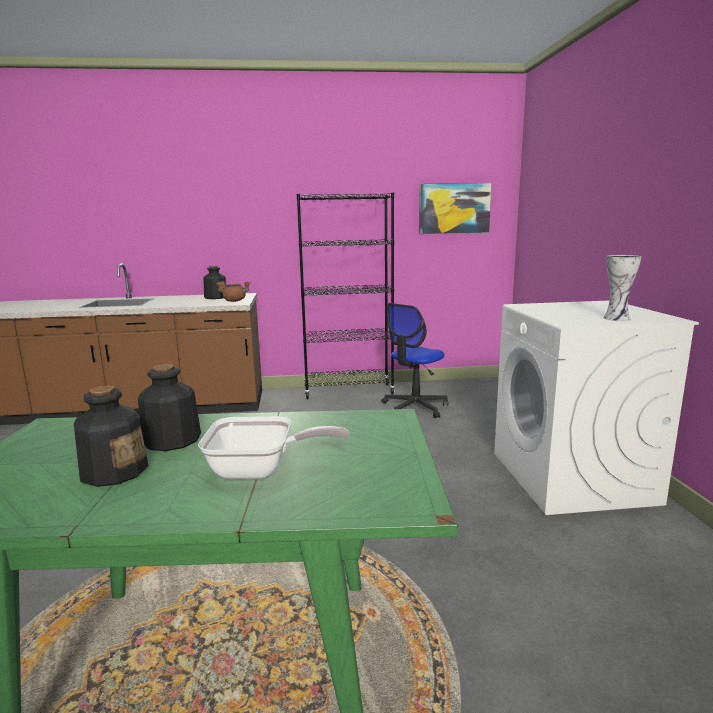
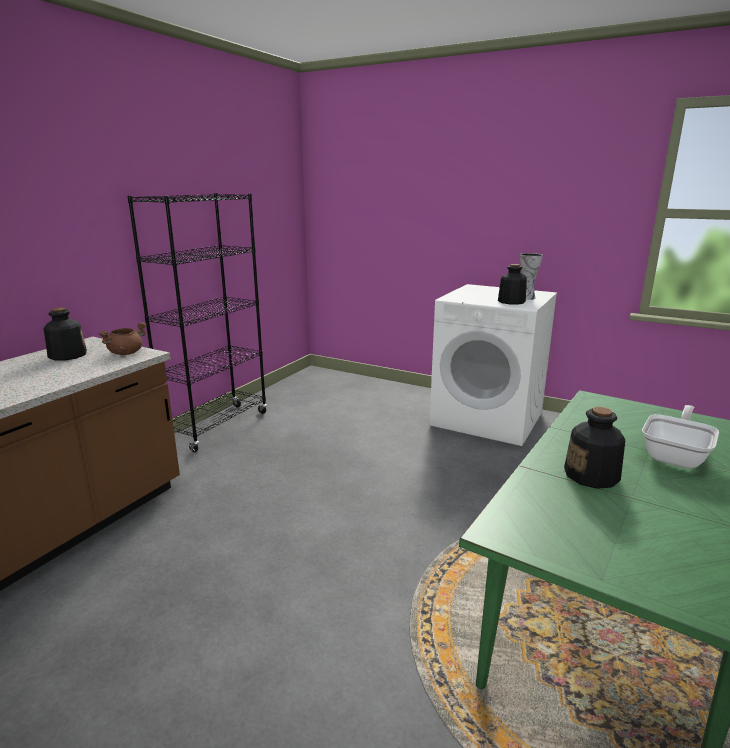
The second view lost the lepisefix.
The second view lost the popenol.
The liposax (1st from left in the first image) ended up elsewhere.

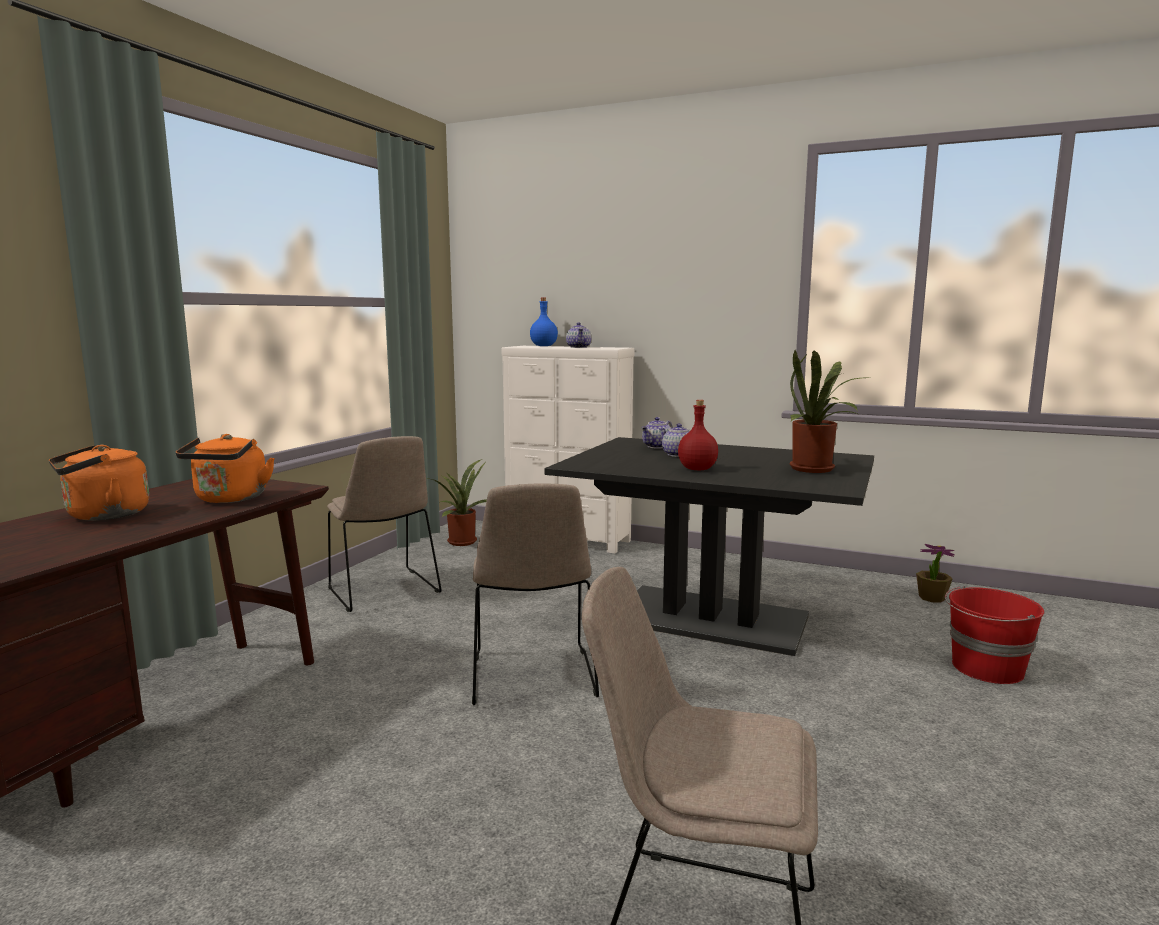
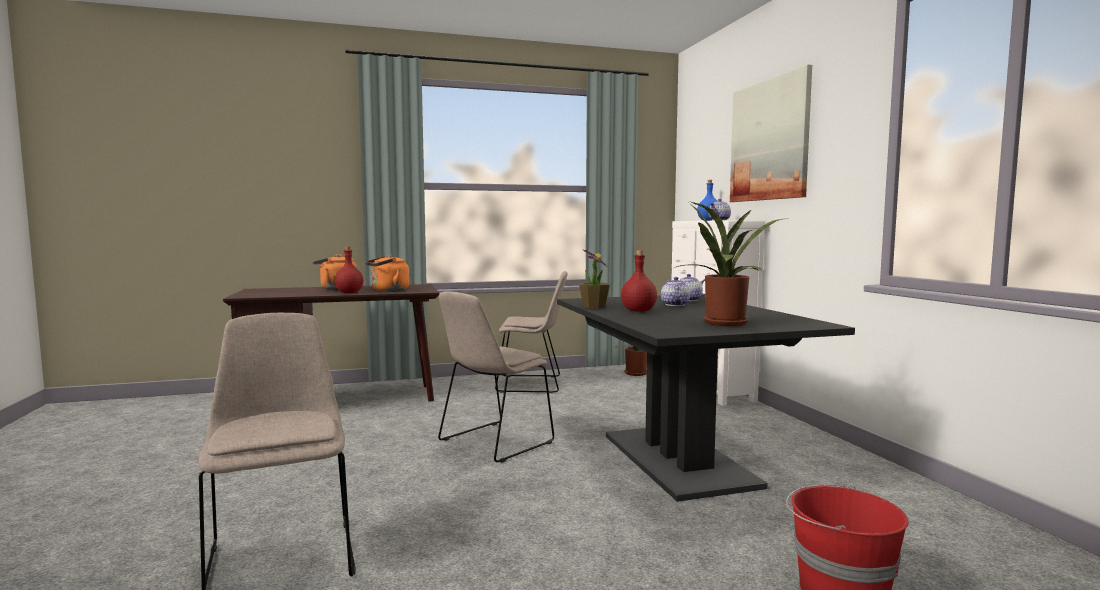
The second view gained the red liposax (1st from left).
The second view gained the popenol.
The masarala (3rd from left in the first image) ended up elsewhere.
The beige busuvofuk (1st from left in the first image) ended up facing another way, 105 degrees counterclockwise from before.

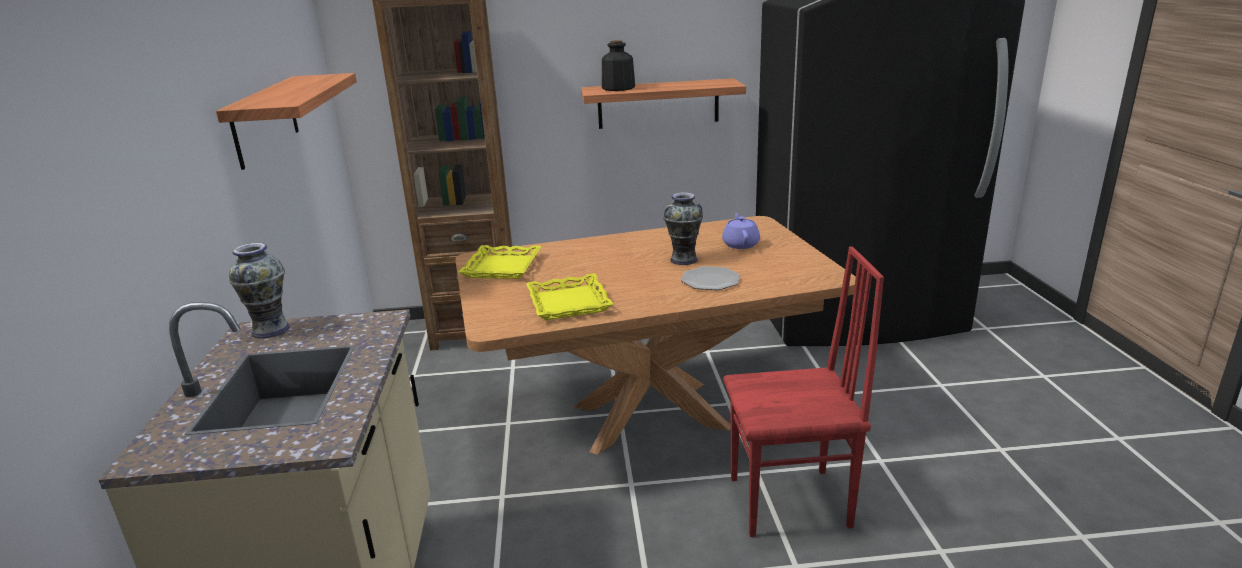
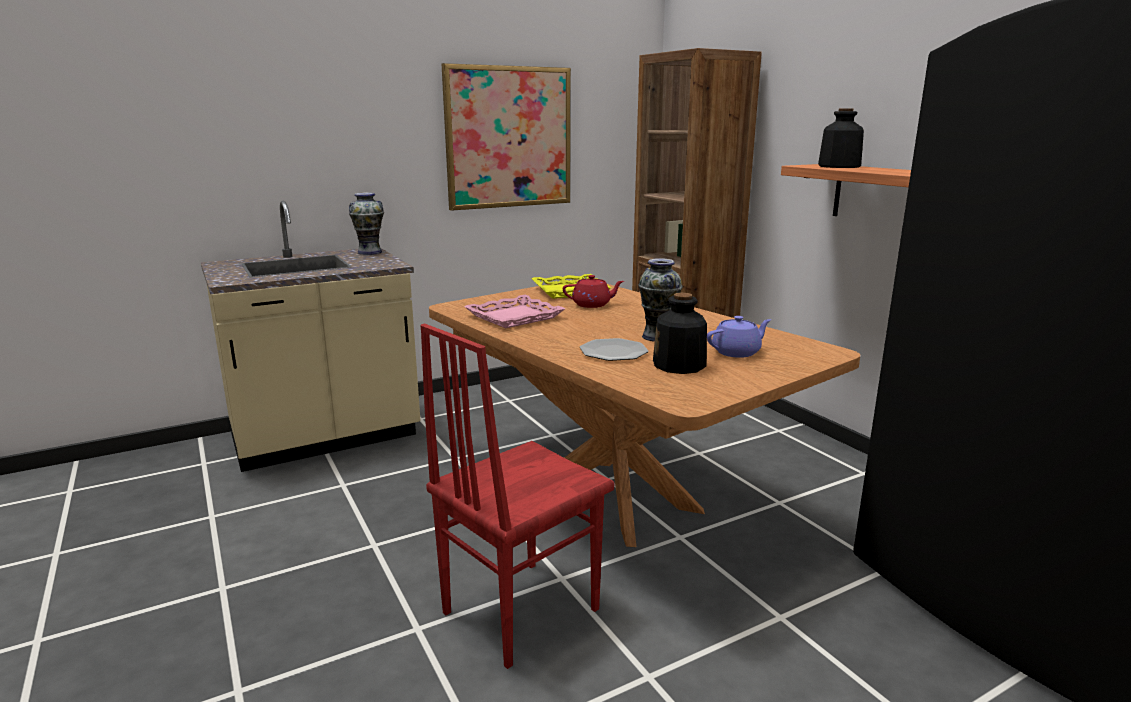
The second view gained the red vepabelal.
The second view gained the liposax (1st from left).
Where the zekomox (1st from left) hung, the popenol came to hang.
What was the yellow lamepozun (2nd from left) turned into the pink lamepozun.
The red busuvofuk ended up facing another way, 75 degrees clockwise from before.

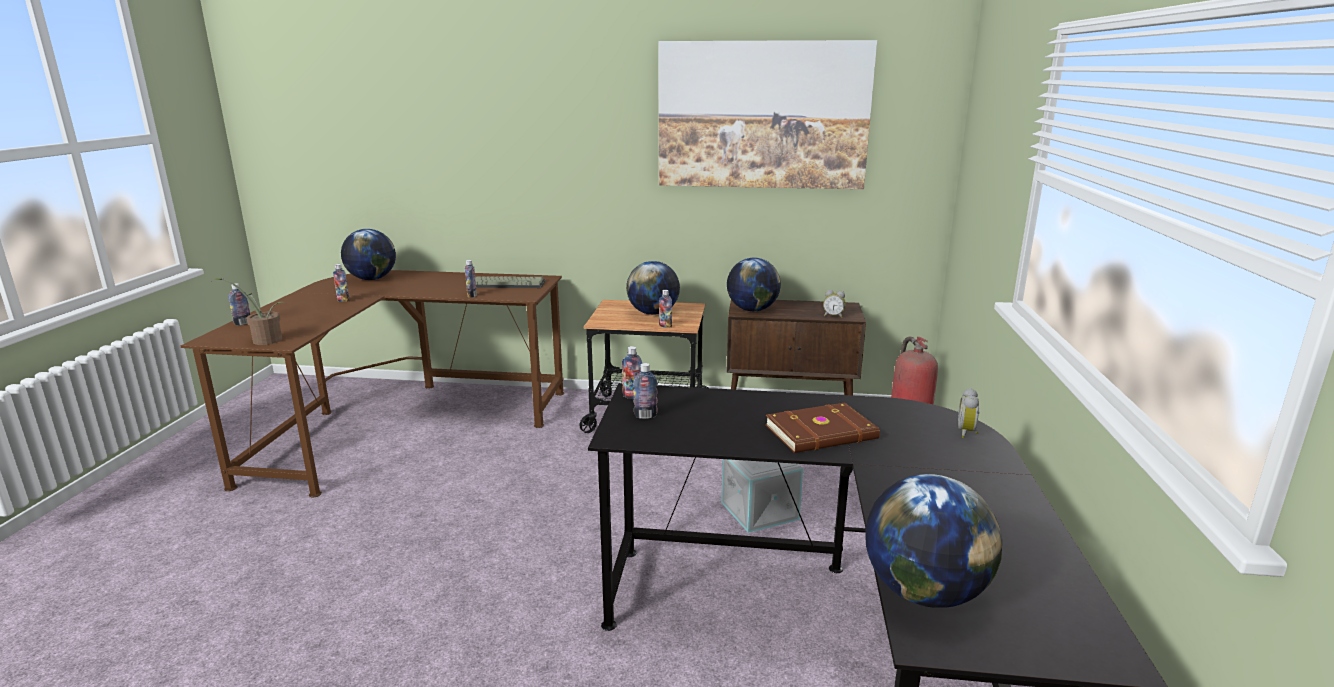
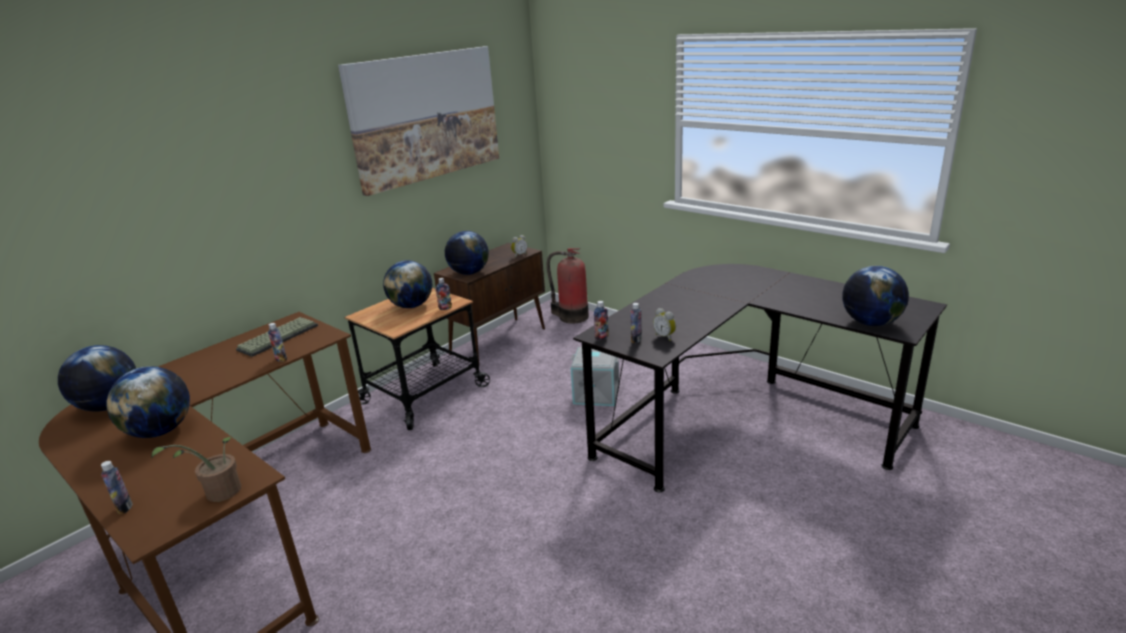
The second view lost the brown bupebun.
The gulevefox (2nd from left) ended up elsewhere.
Where the liposax (2nd from left) stood, the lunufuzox (2nd from left) came to stand.

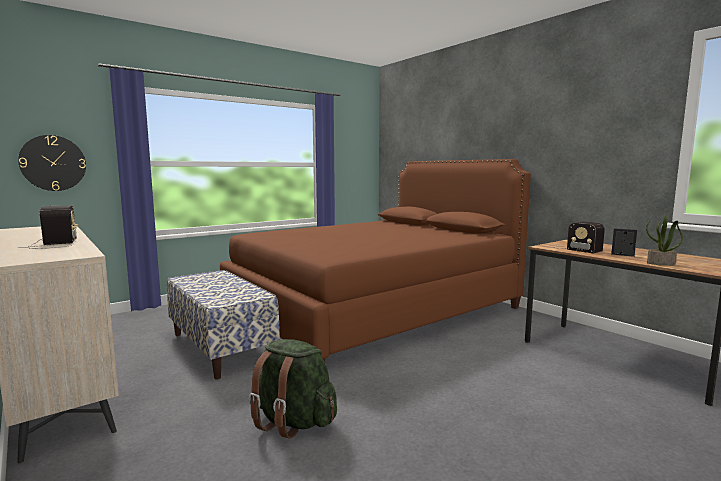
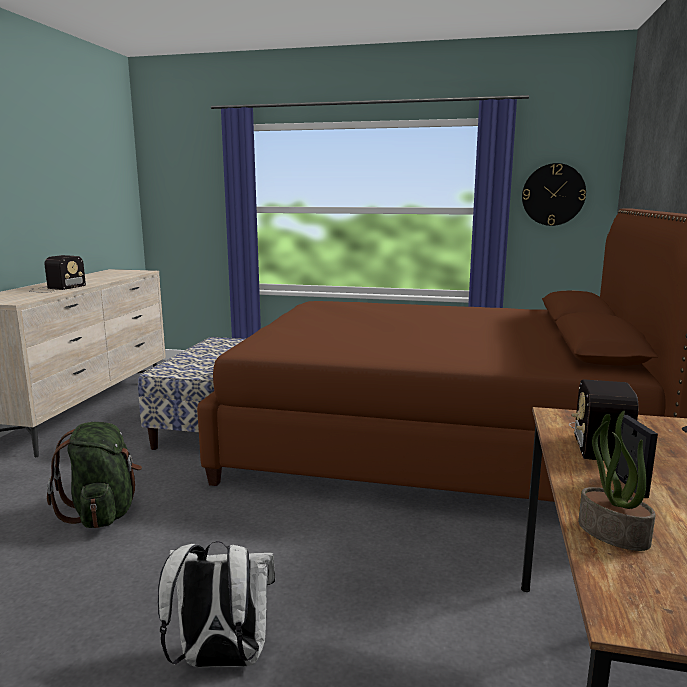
The second view gained the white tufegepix.
The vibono ended up elsewhere.

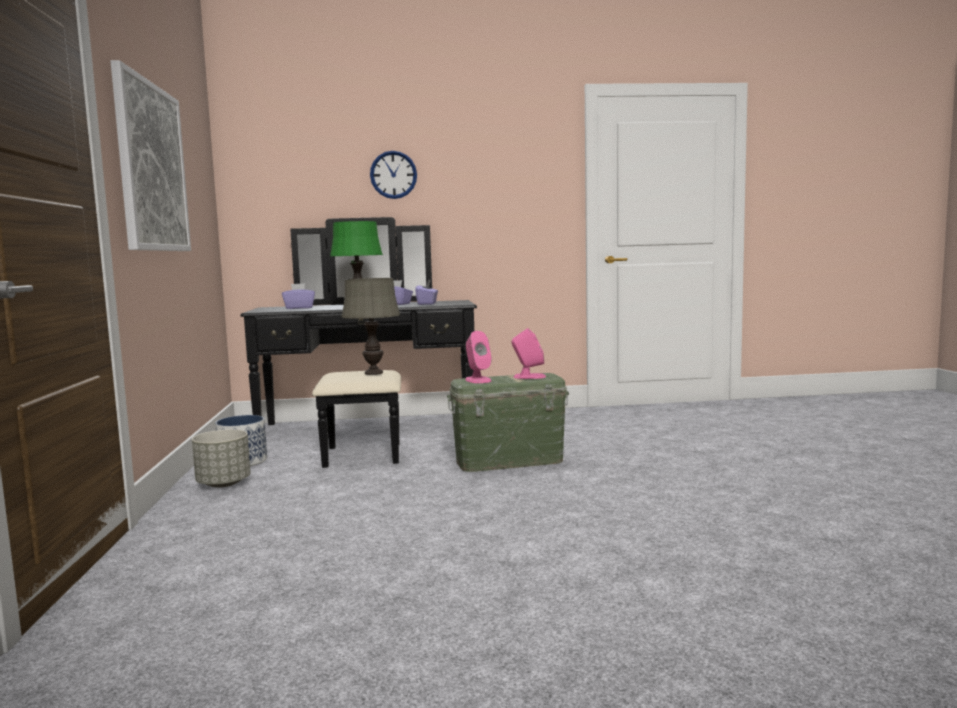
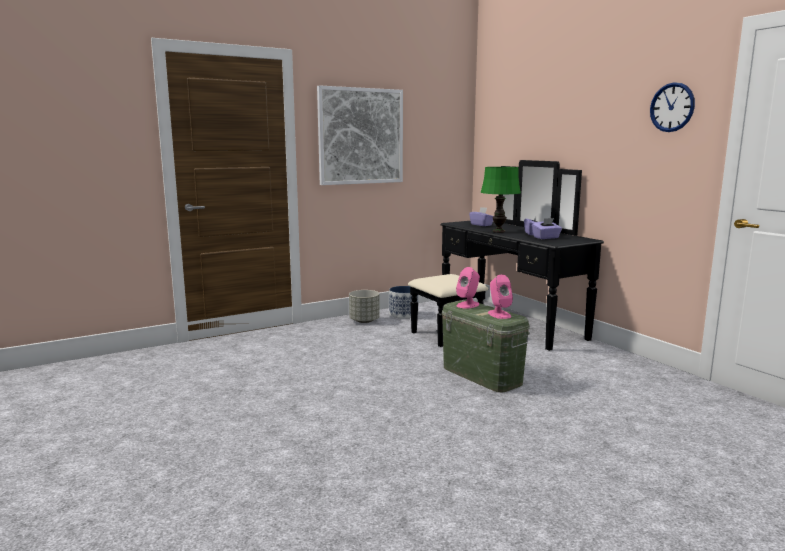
The second view lost the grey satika.
The vibono ended up elsewhere.

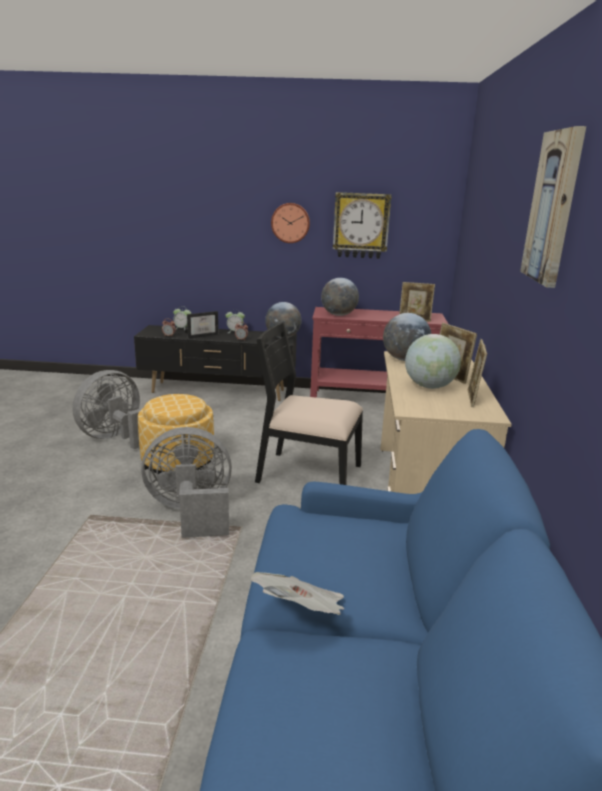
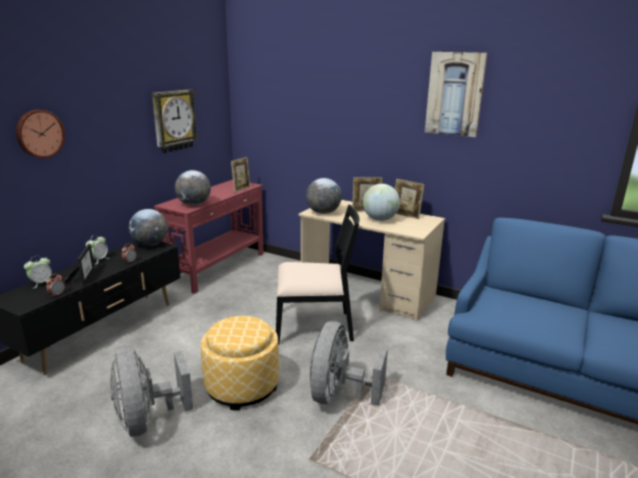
The second view lost the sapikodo.
The vibono (1st from left) ended up elsewhere.
The black busuvofuk ended up facing another way, 135 degrees counterclockwise from before.

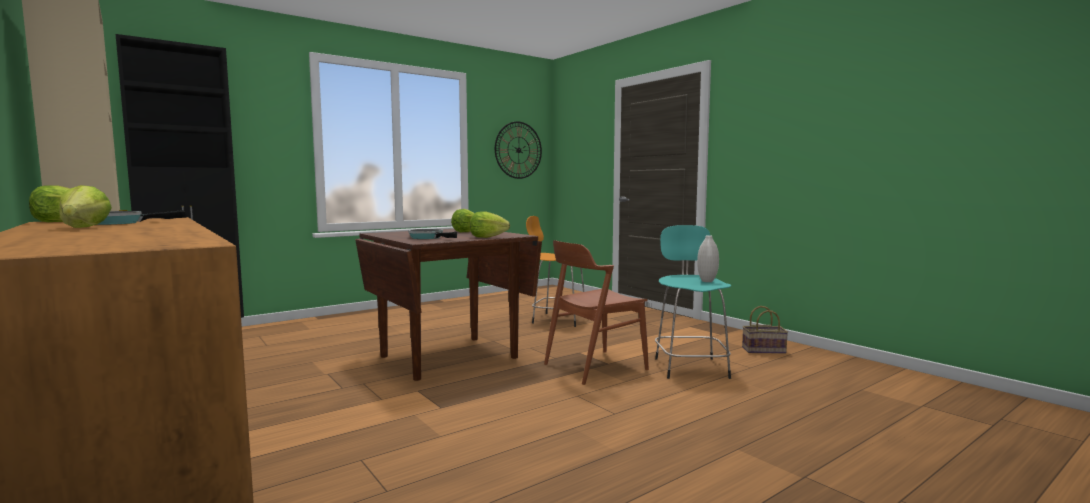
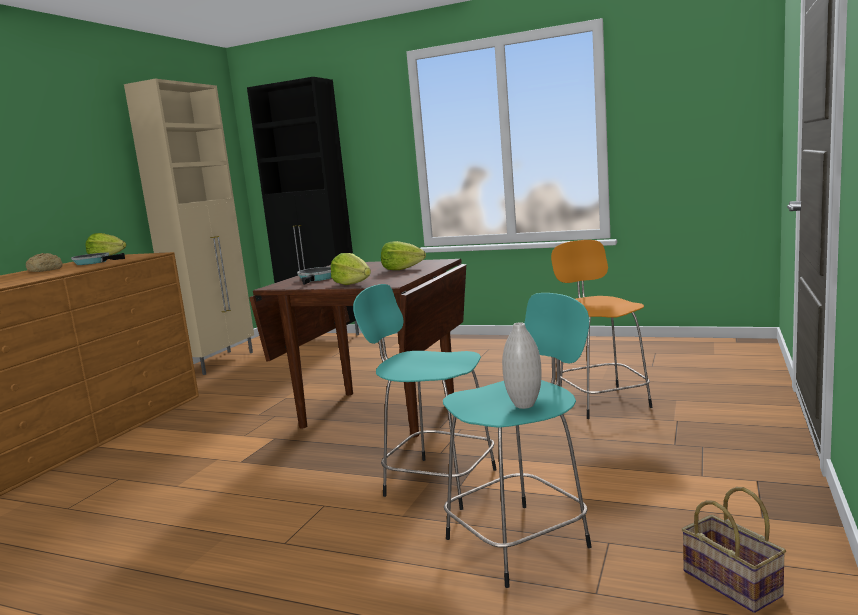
The second view lost the vibono.
Where the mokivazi (2nd from left) stood, the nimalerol came to stand.
Where the brown busuvofuk stood, the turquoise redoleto (1st from left) came to stand.

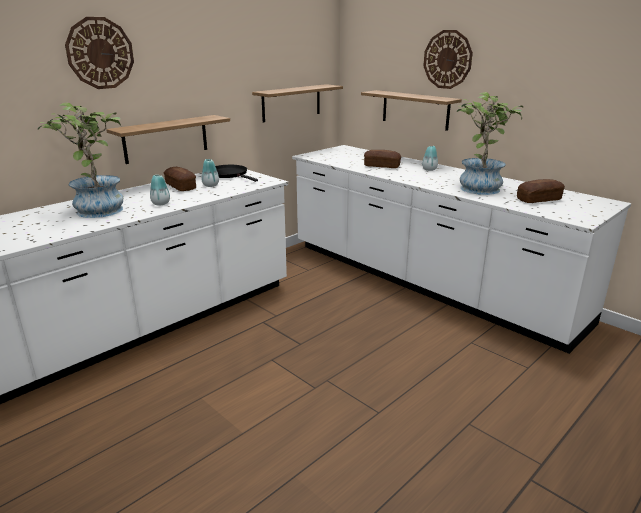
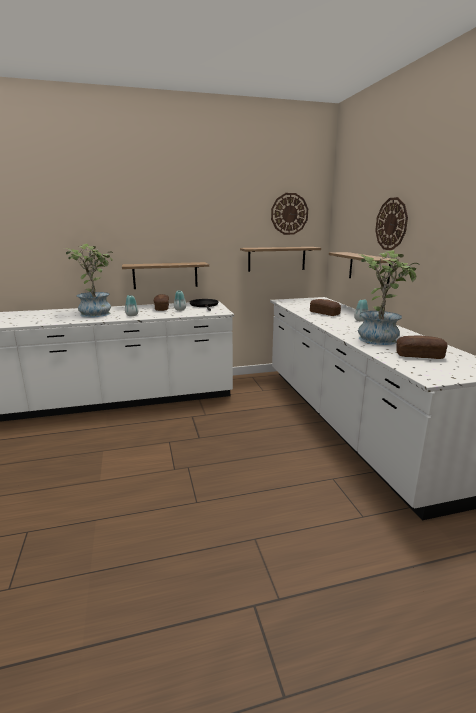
The vibono (1st from left) ended up elsewhere.

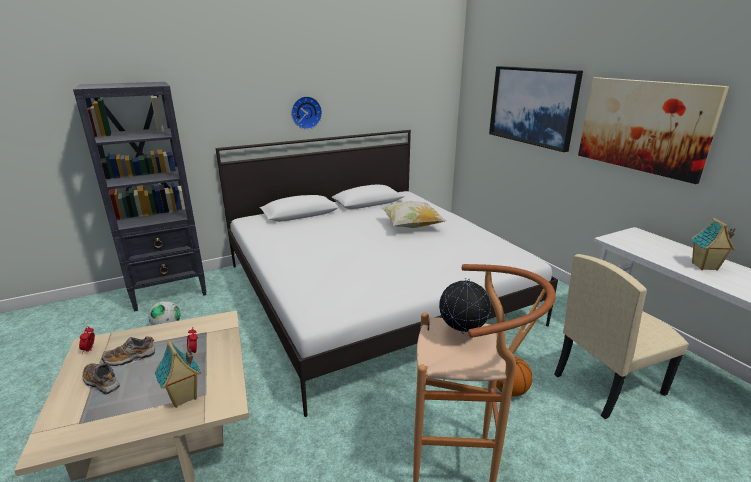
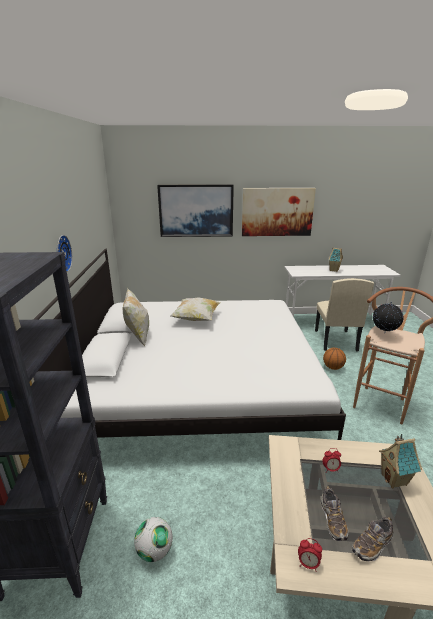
The second view gained the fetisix (1st from left).

